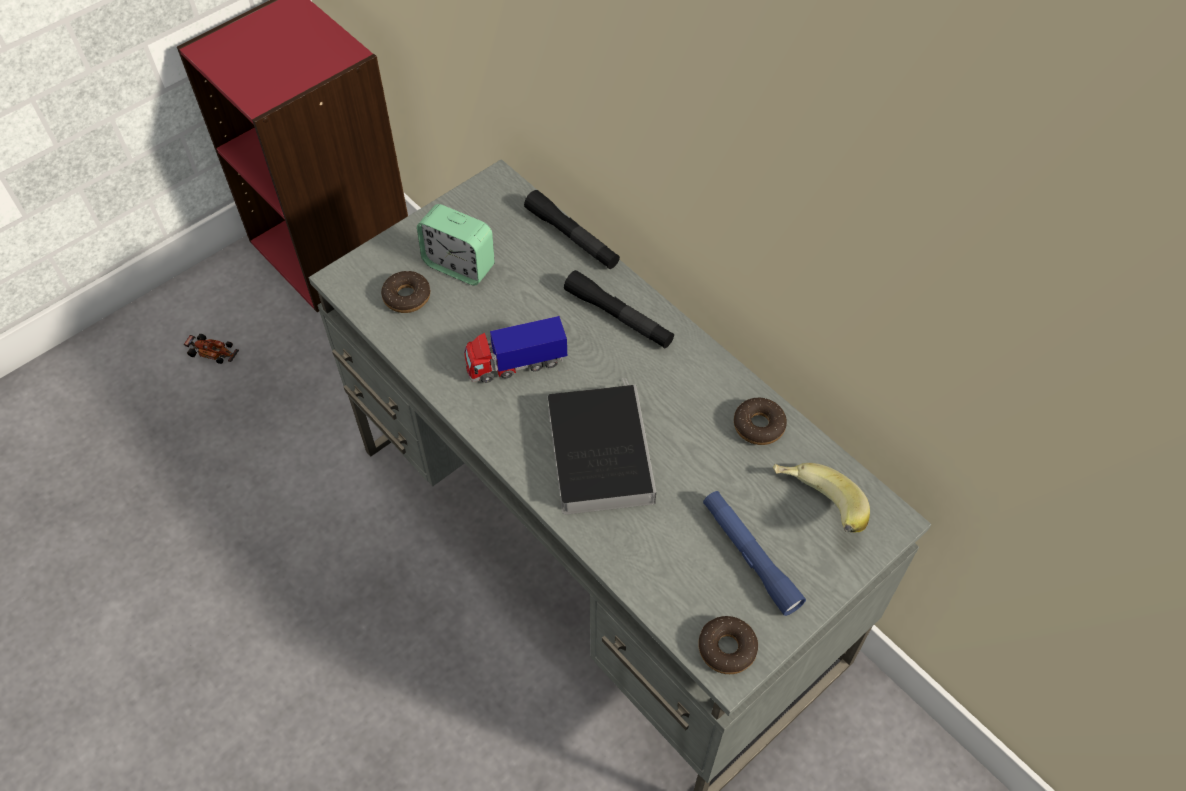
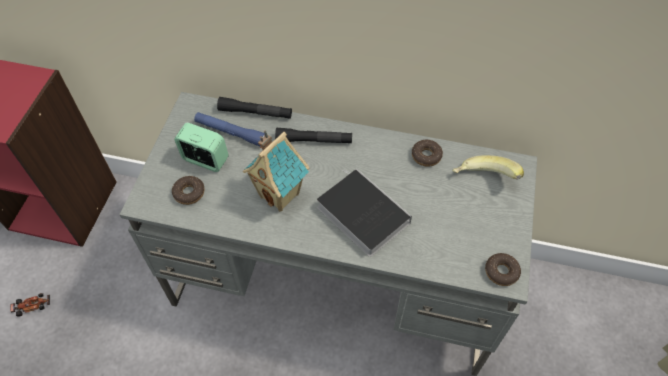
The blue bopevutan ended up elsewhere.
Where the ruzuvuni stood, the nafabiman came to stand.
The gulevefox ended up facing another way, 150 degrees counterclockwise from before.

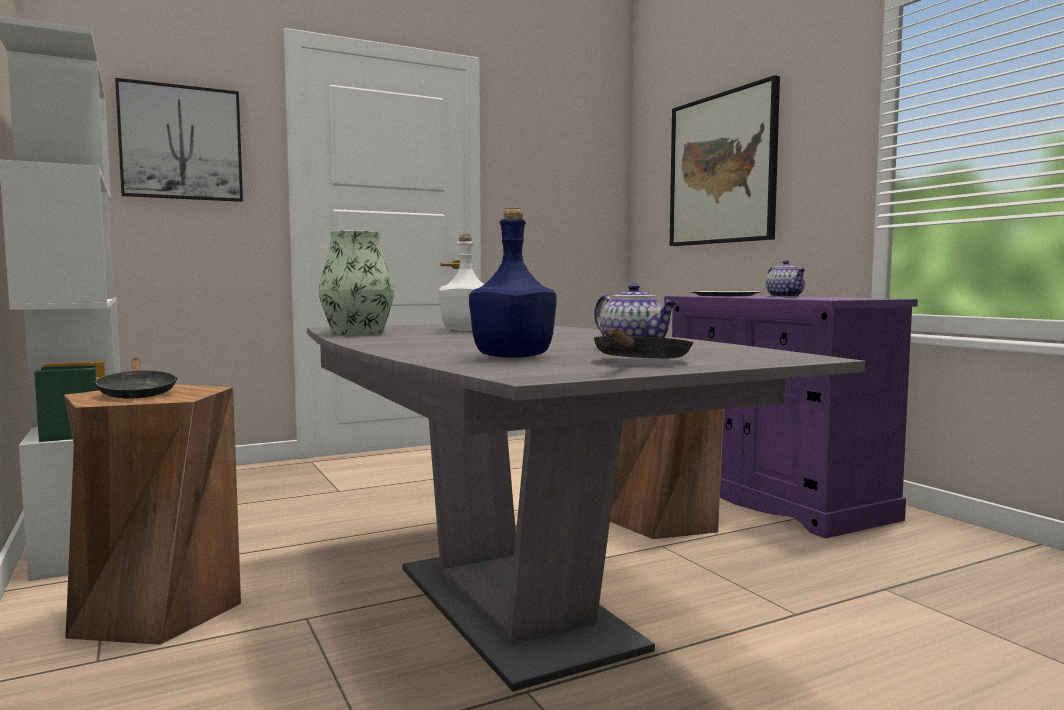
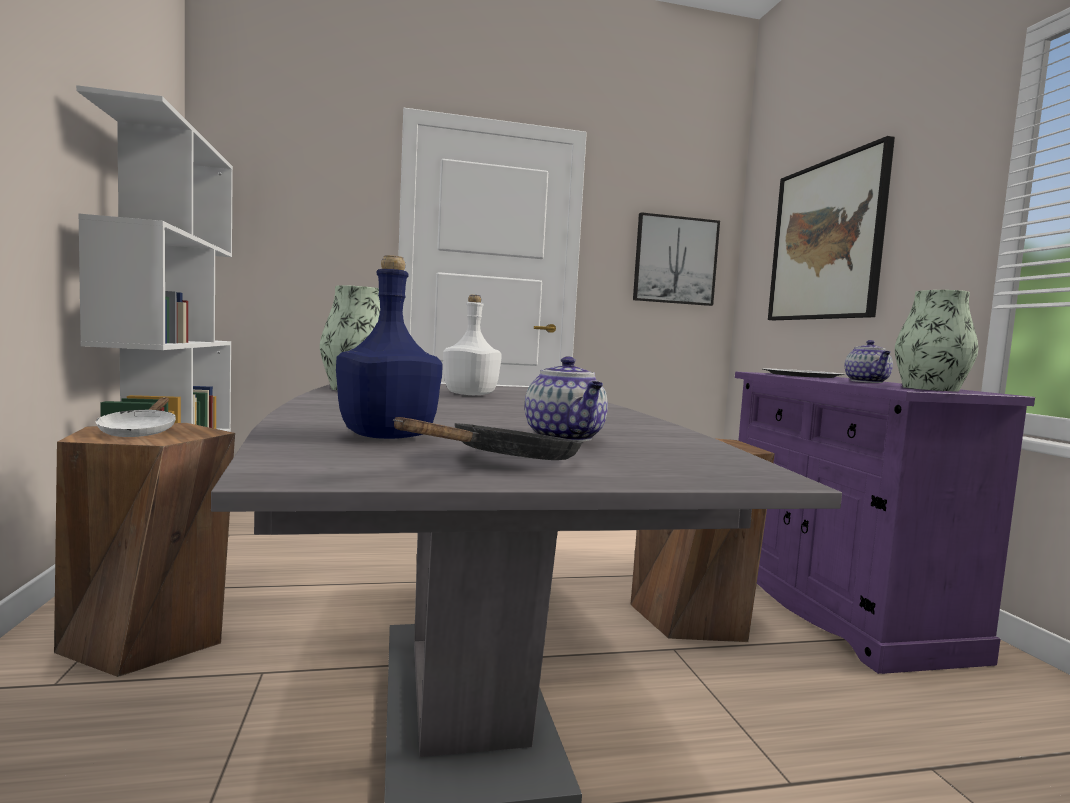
The second view gained the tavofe (2nd from left).
The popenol (1st from left) ended up elsewhere.
What was the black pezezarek (1st from left) turned into the white pezezarek.

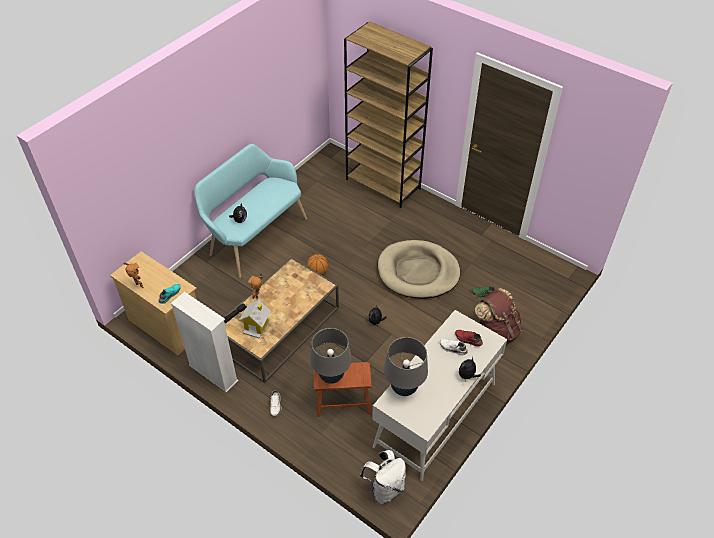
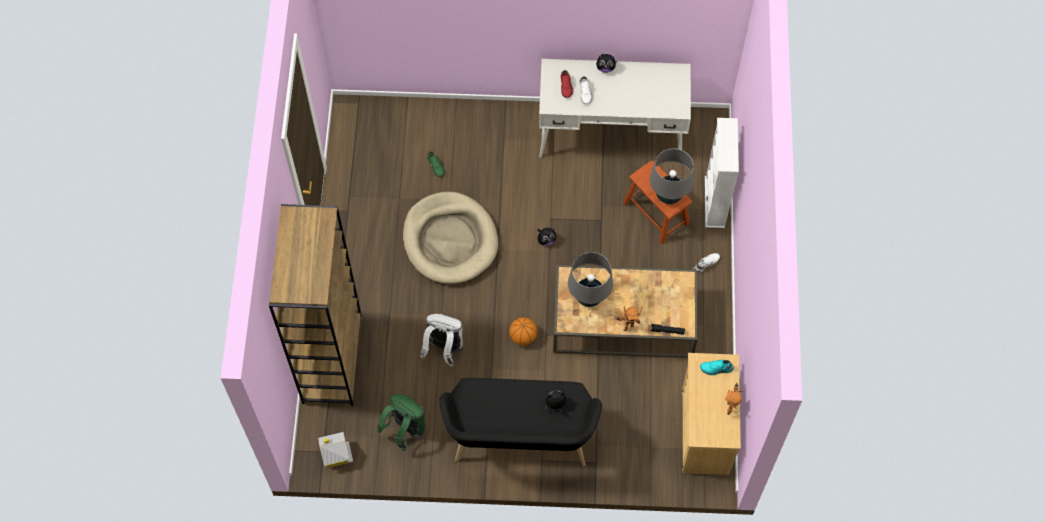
The second view lost the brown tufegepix.
The second view gained the green tufegepix.
The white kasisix ended up elsewhere.
The nafabiman ended up elsewhere.
The white tufegepix ended up elsewhere.
The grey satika (2nd from left in the first image) ended up elsewhere.
What was the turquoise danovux turned into the black danovux.

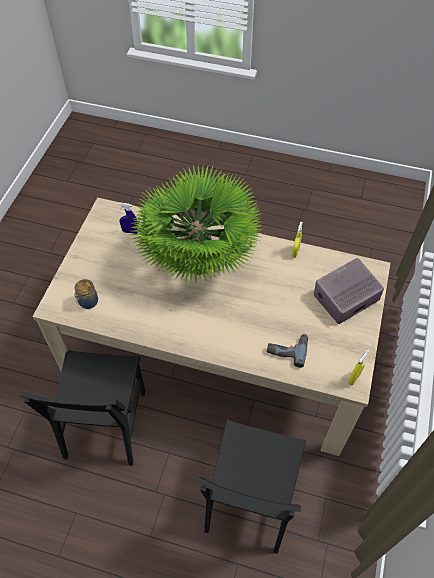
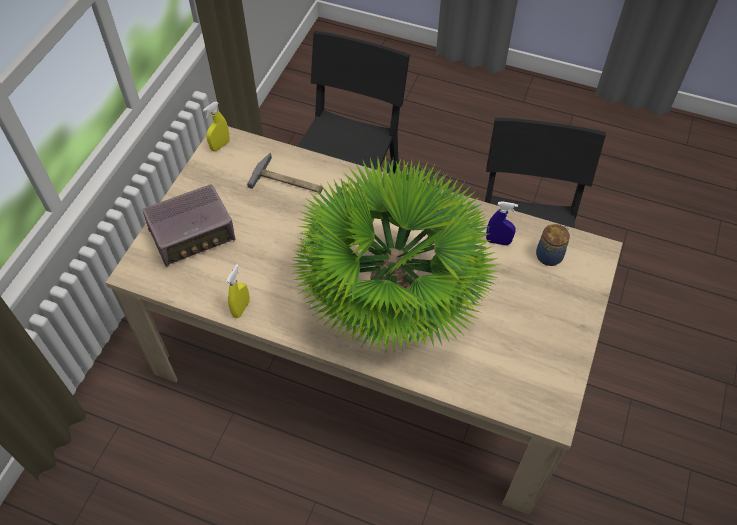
The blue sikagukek ended up elsewhere.
Where the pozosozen stood, the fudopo came to stand.

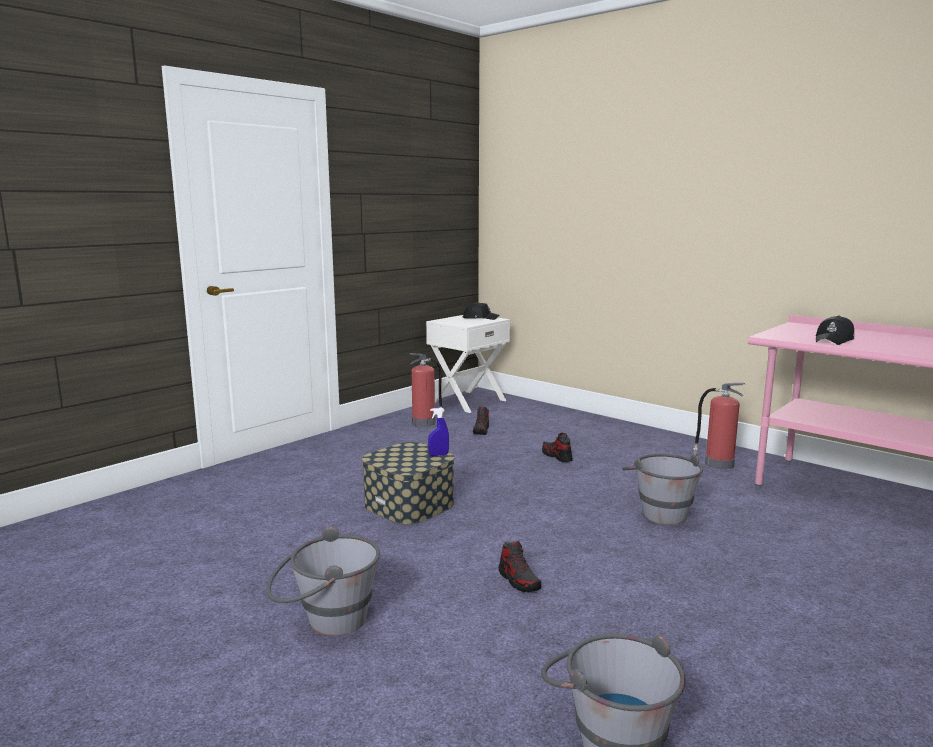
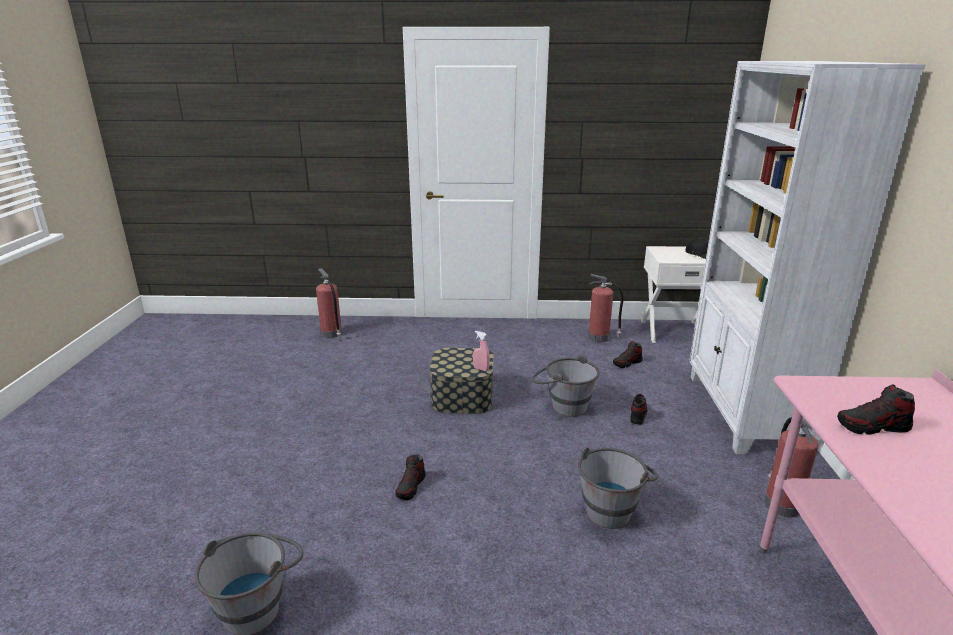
The second view gained the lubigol (1st from left).
The second view gained the white kasisix.
The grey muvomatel (1st from left in the first image) ended up elsewhere.
Where the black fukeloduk (2nd from left) stood, the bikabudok (4th from left) came to stand.
What was the blue sikagukek turned into the pink sikagukek.

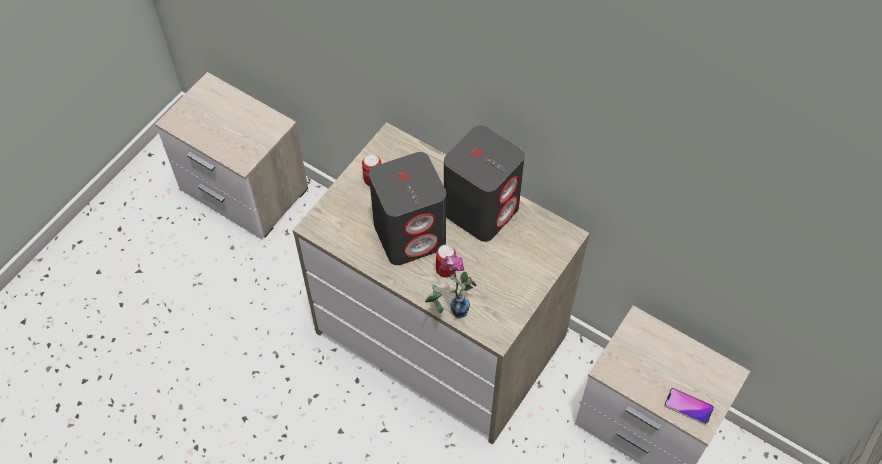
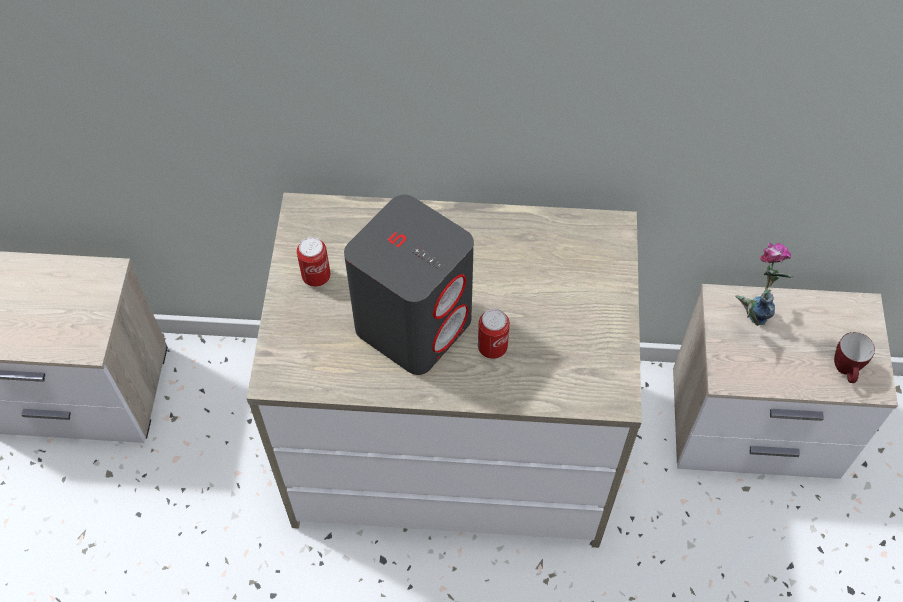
The second view lost the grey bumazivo (2nd from left).
The tavofe ended up elsewhere.
Where the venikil stood, the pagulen came to stand.

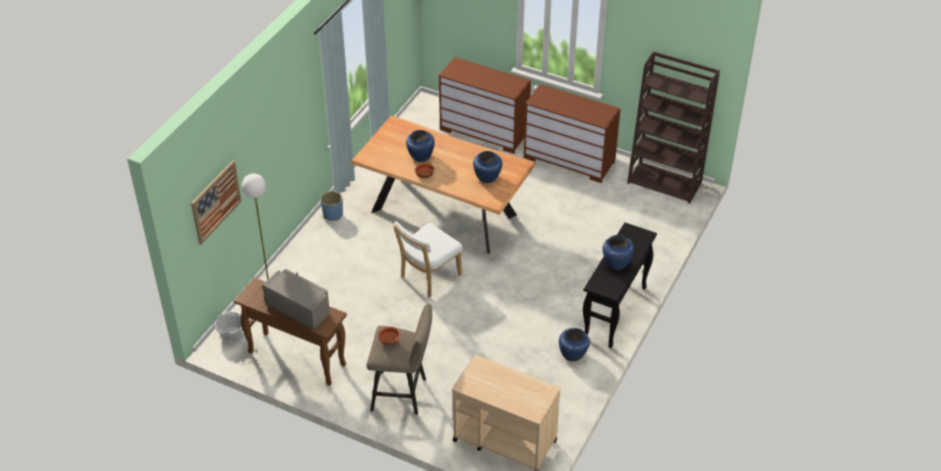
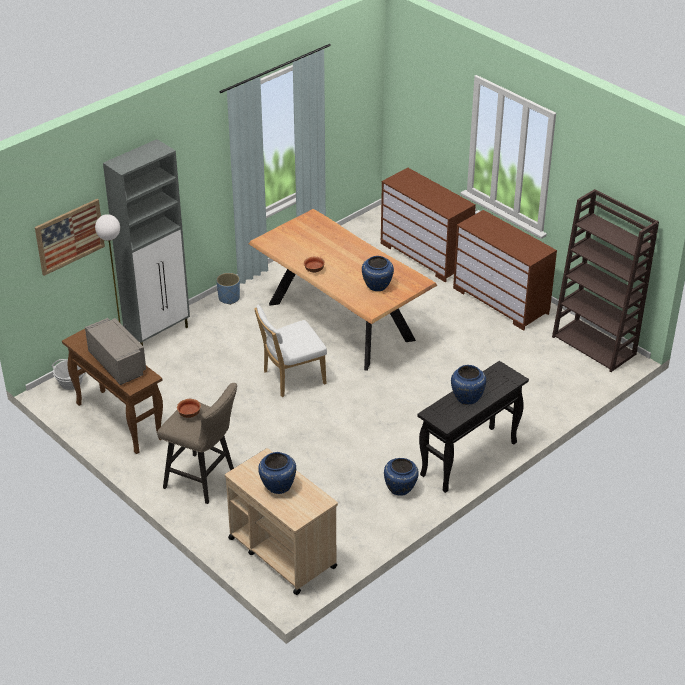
The second view gained the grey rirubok.
The blue tavofe (1st from left) ended up elsewhere.

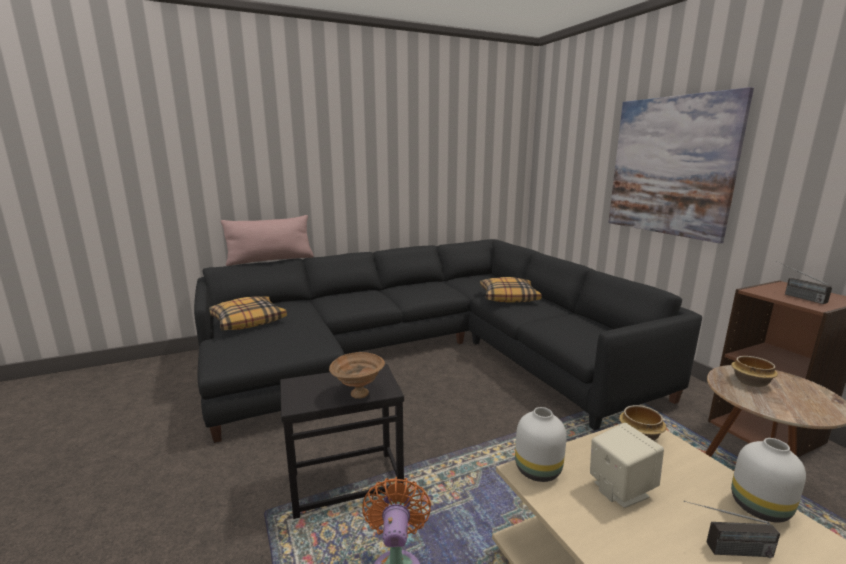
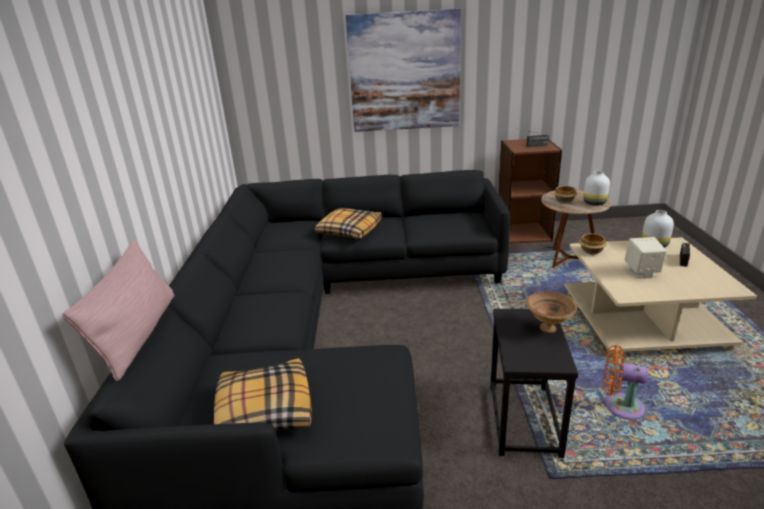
The white tavofe (1st from left) ended up elsewhere.

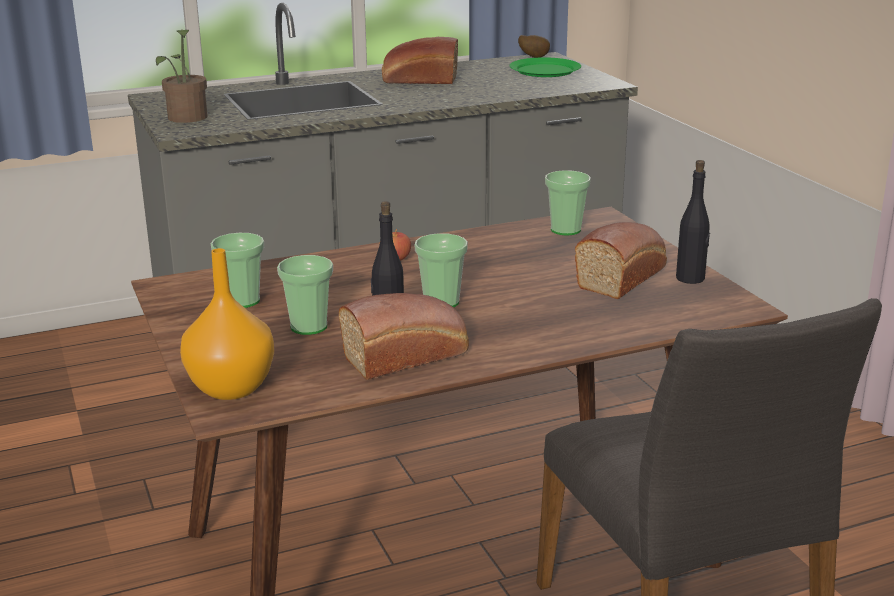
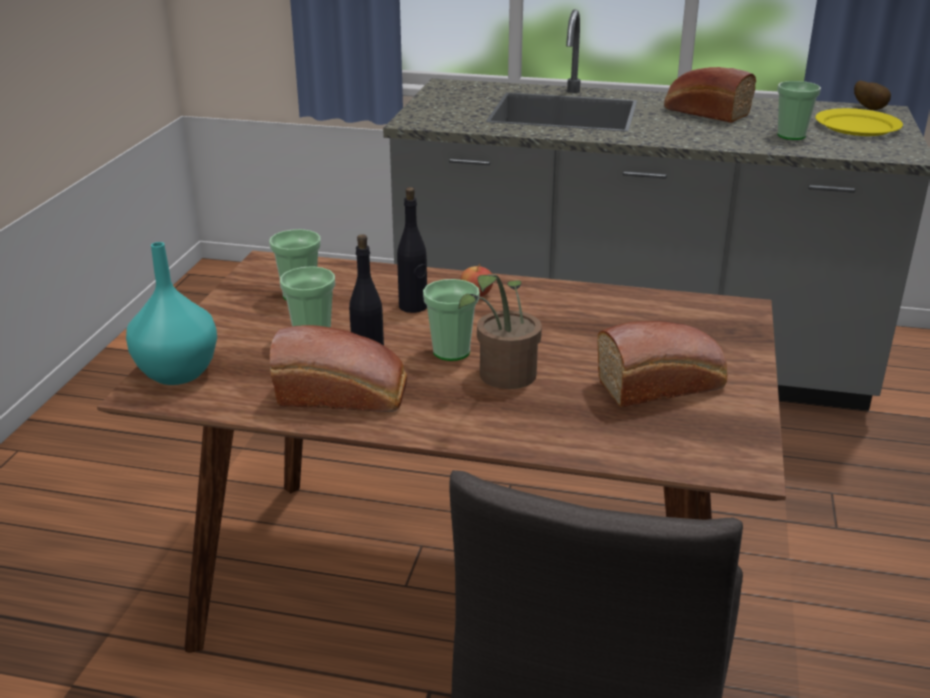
The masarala ended up elsewhere.
The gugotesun (4th from left) ended up elsewhere.
The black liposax (2nd from left) ended up elsewhere.
What was the orange tavofe turned into the turquoise tavofe.
What was the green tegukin turned into the yellow tegukin.

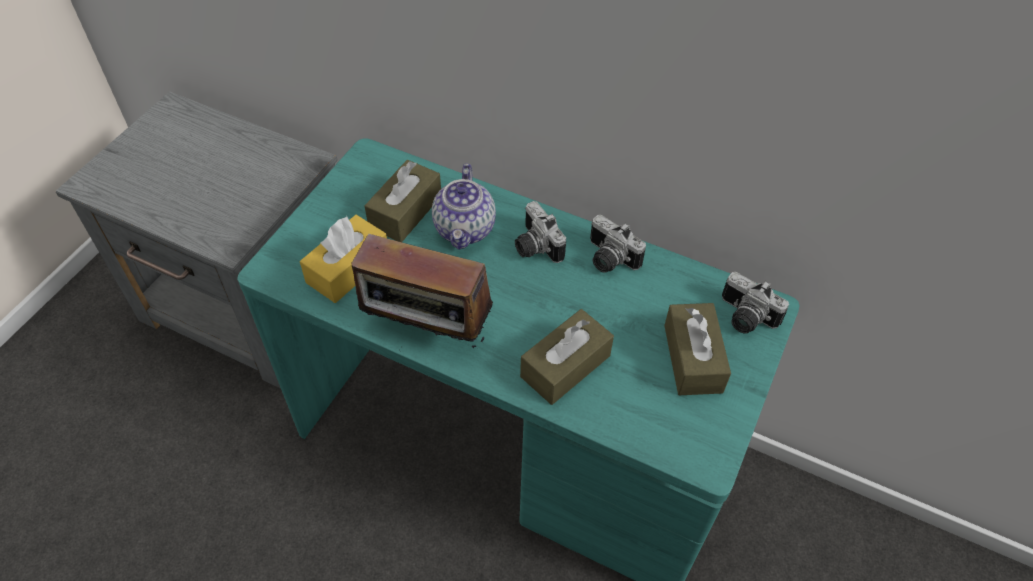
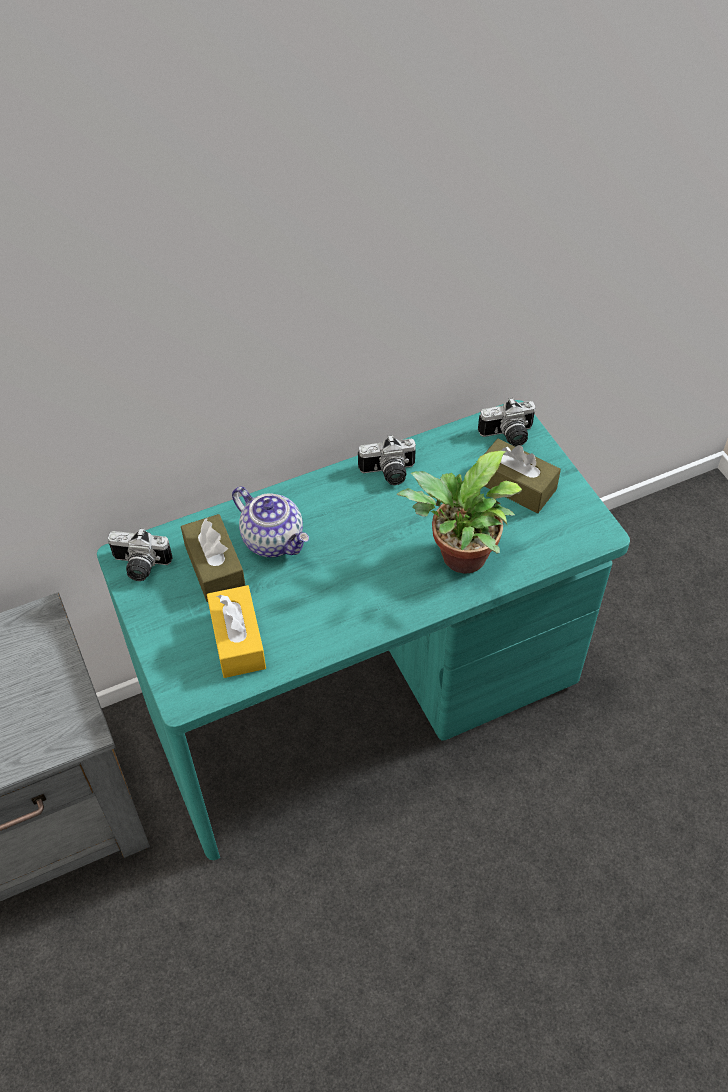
The second view lost the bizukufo.
The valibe (1st from left) ended up elsewhere.
Where the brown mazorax (2nd from left) stood, the masarala came to stand.

